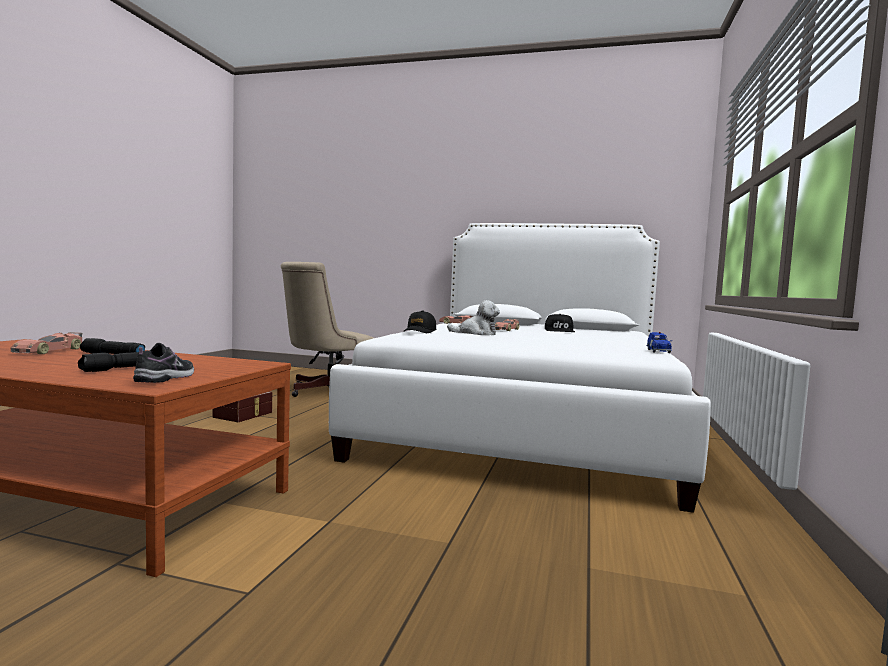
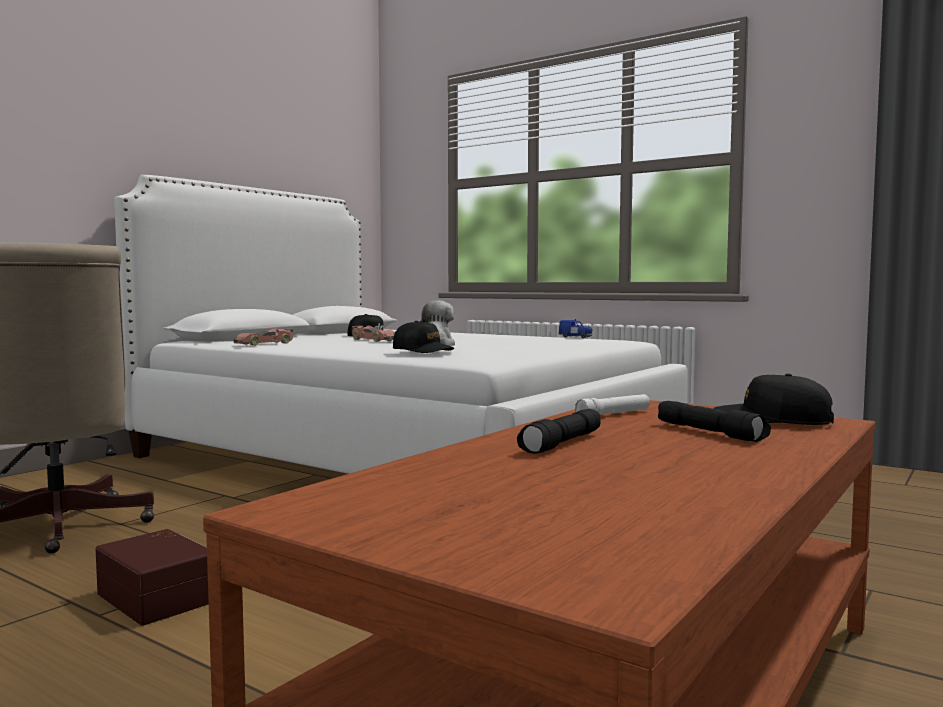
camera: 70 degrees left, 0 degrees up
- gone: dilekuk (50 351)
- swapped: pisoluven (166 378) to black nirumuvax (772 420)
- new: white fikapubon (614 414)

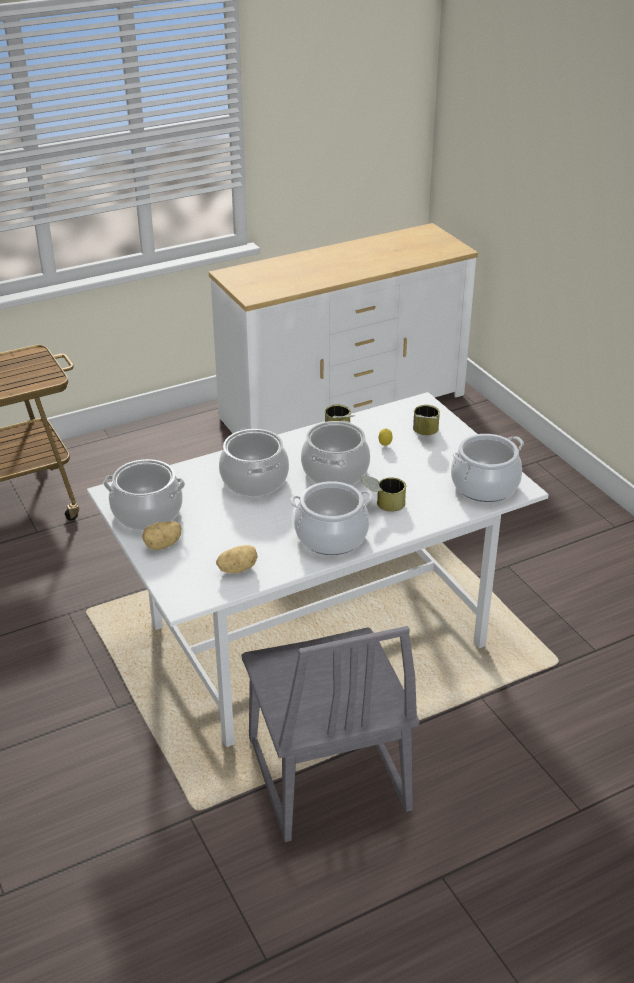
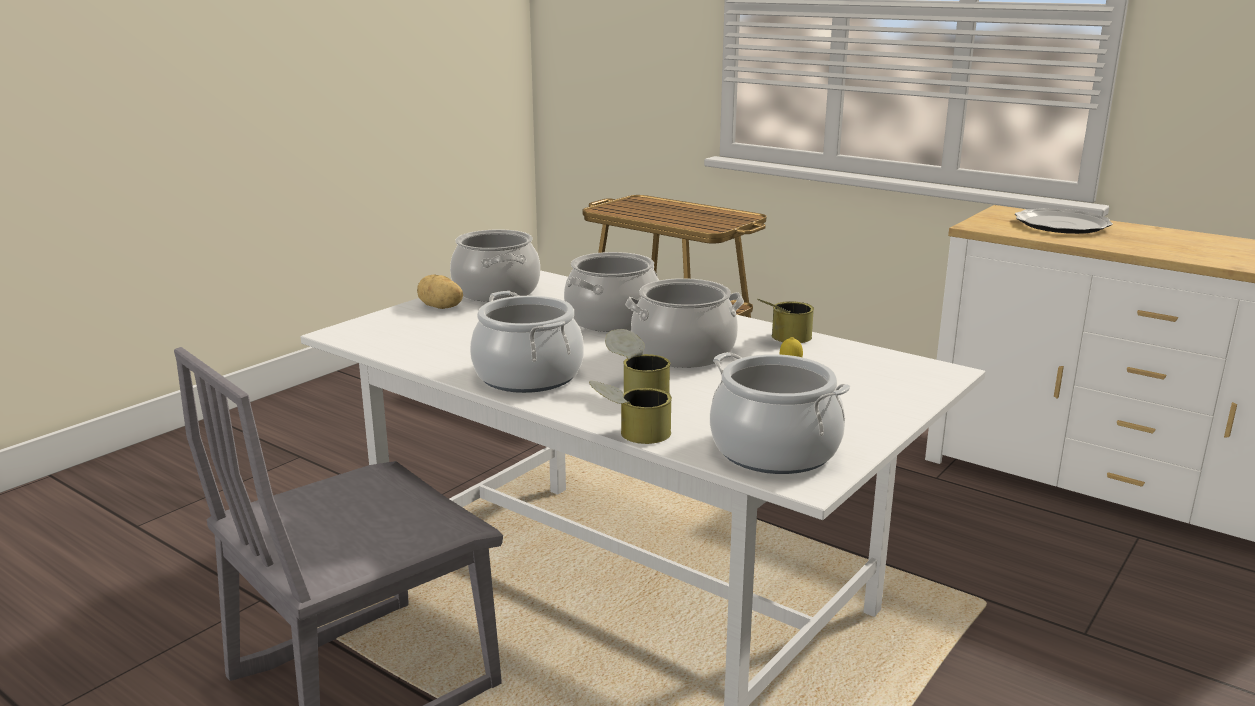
camera: 65 degrees right, 15 degrees down
- gone: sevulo (237 569)
- shifted: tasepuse (425 432) to (630 435)
- new: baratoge (1062 225)

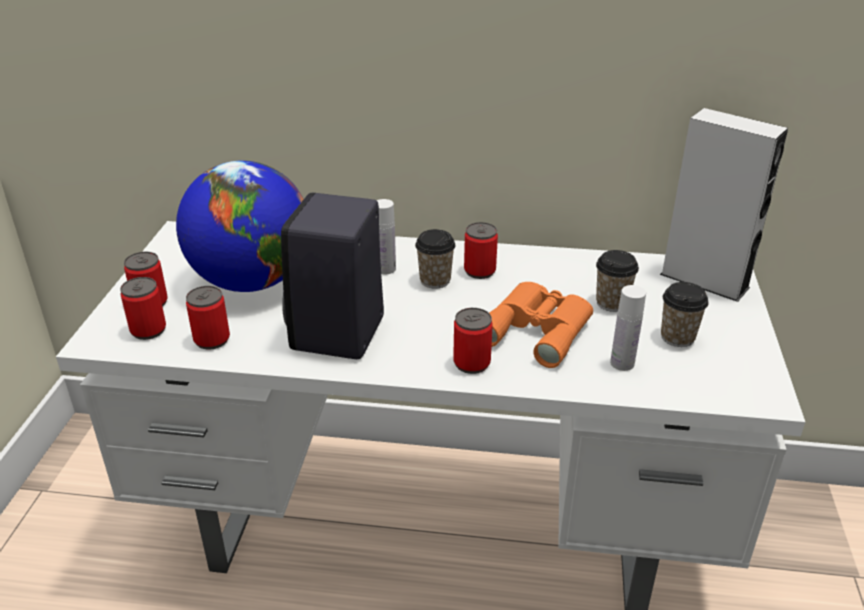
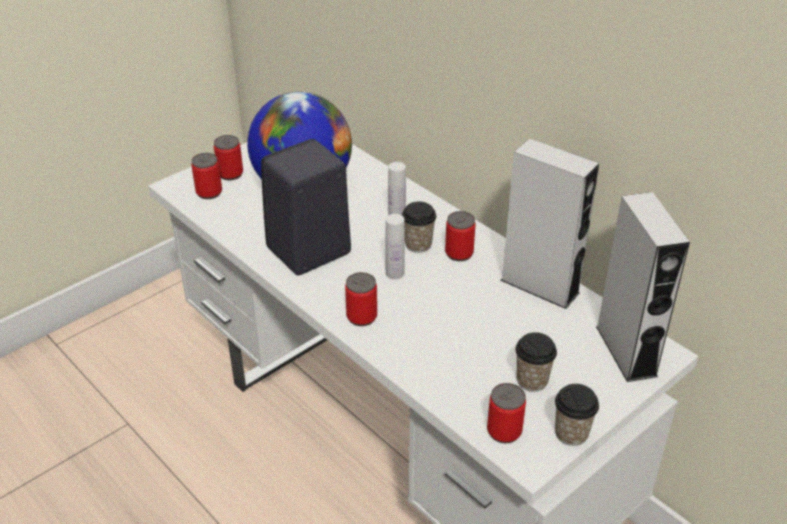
camera: 40 degrees right, 5 degrees up
- shifted: tasepuse (212 340) to (504 431)
- gone: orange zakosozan (538 329)
- shifted: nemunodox (612 303) to (571 433)
- shifted: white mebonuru (622 363) to (395 273)
- new: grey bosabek (539 286)

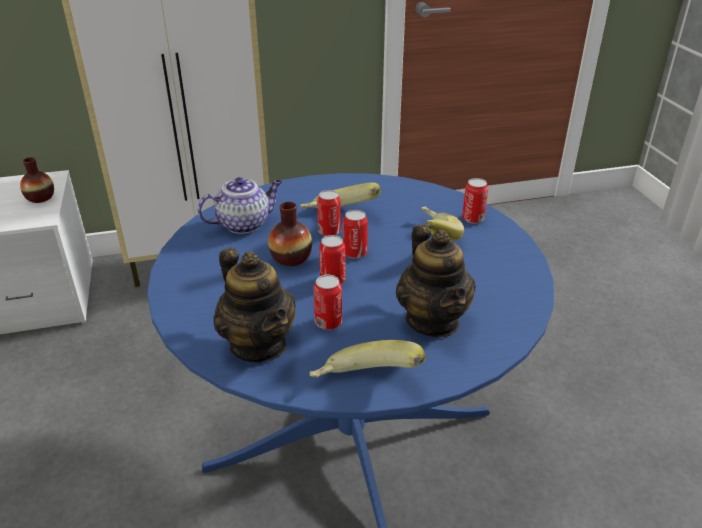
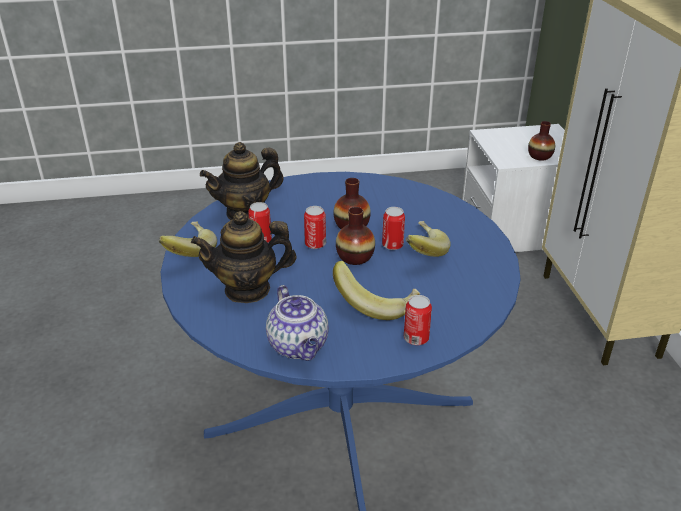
camera: 95 degrees right, 0 degrees up
- shifted: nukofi (244 224) to (299 346)
- swapped: tasepuse (355 253) to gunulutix (355 257)

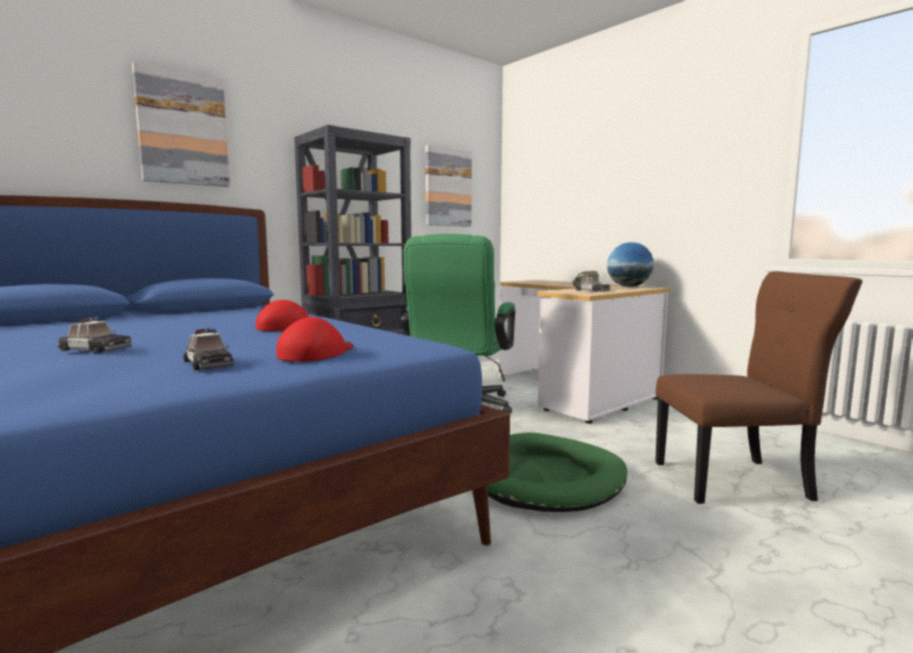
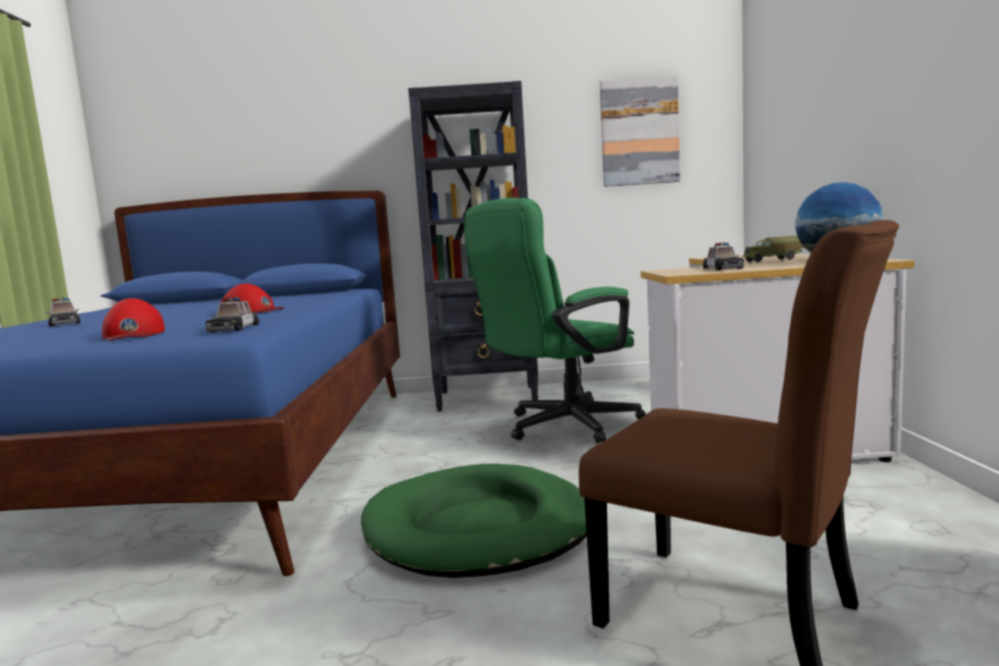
camera: 40 degrees right, 0 degrees up
- gone: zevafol (183 129)
- shifted: dilekuk (208 364) to (233 328)
- rotated: red nirumuvax (317 353) = (134 334) 90 degrees clockwise

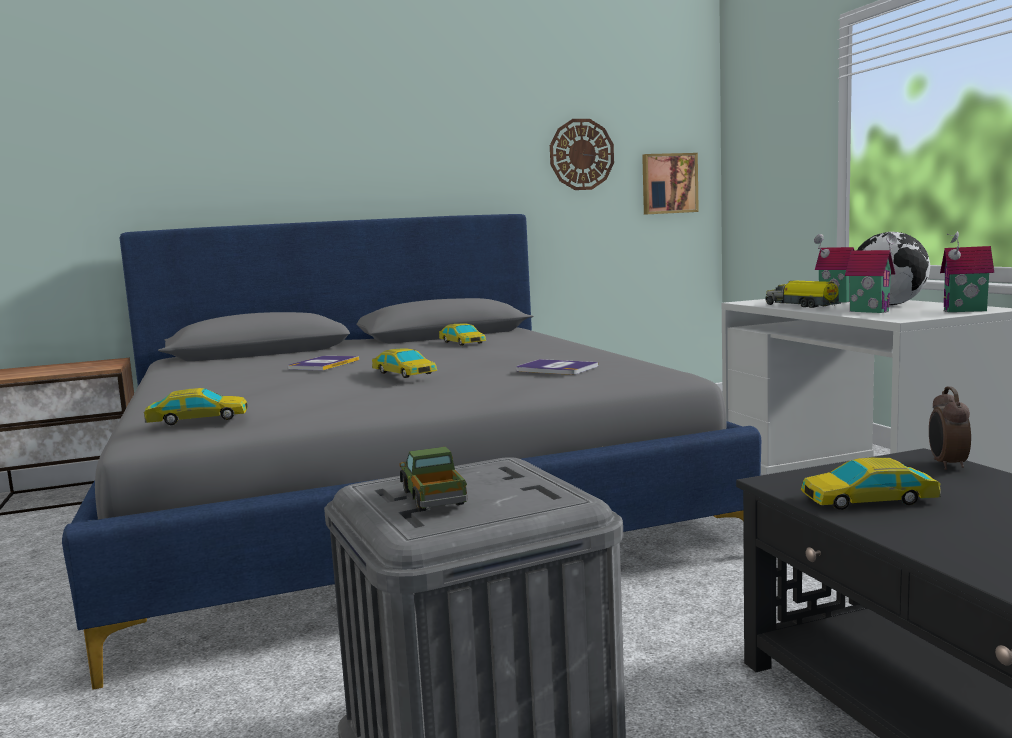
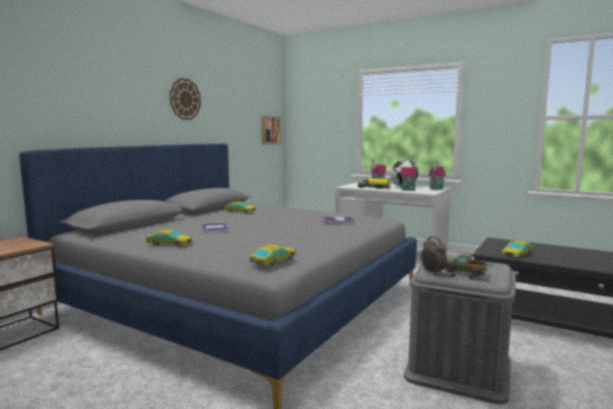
camera: 40 degrees left, 0 degrees up
- shifted: dilekuk (404 373) to (169 243)
- shifted: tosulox (581 154) to (185 99)
- shifted: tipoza (947 465) to (432 273)

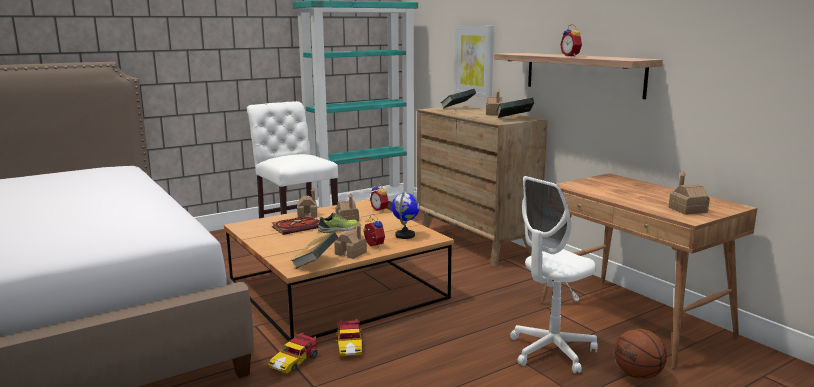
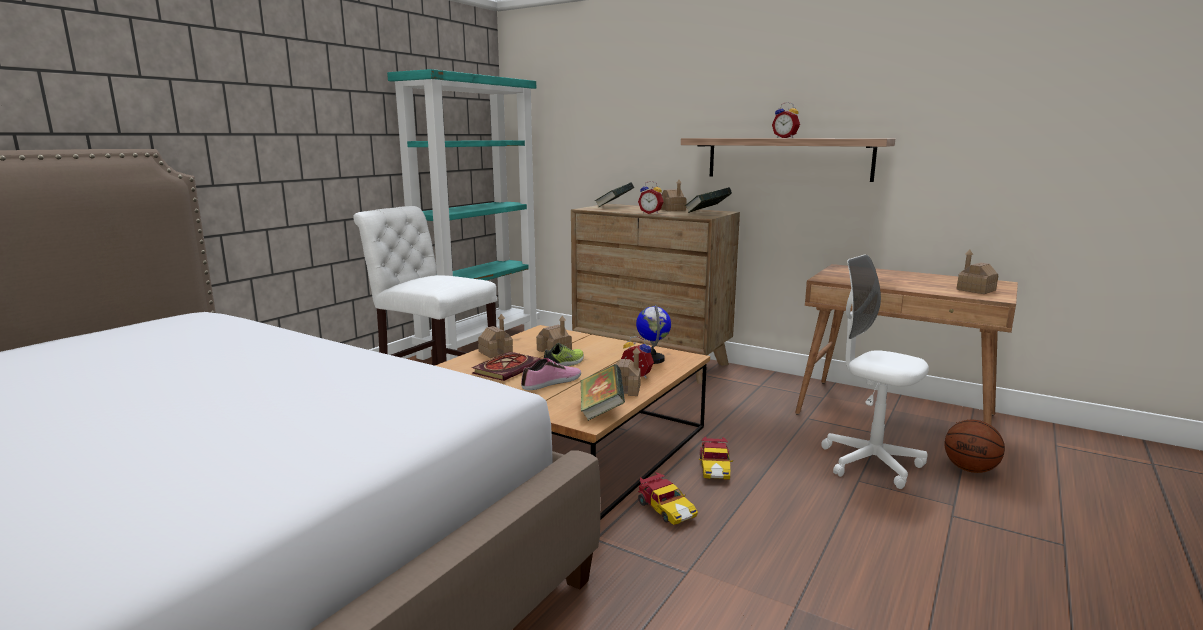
camera: 25 degrees left, 0 degrees up
- shifted: dilekuk (294 361) to (715 468)
- shifted: tipoza (380 209) to (651 213)
- gone: zevafol (474 60)
- rotated: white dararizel (551 351) = (870 463) 105 degrees clockwise
- new: pisoluven (552 382)

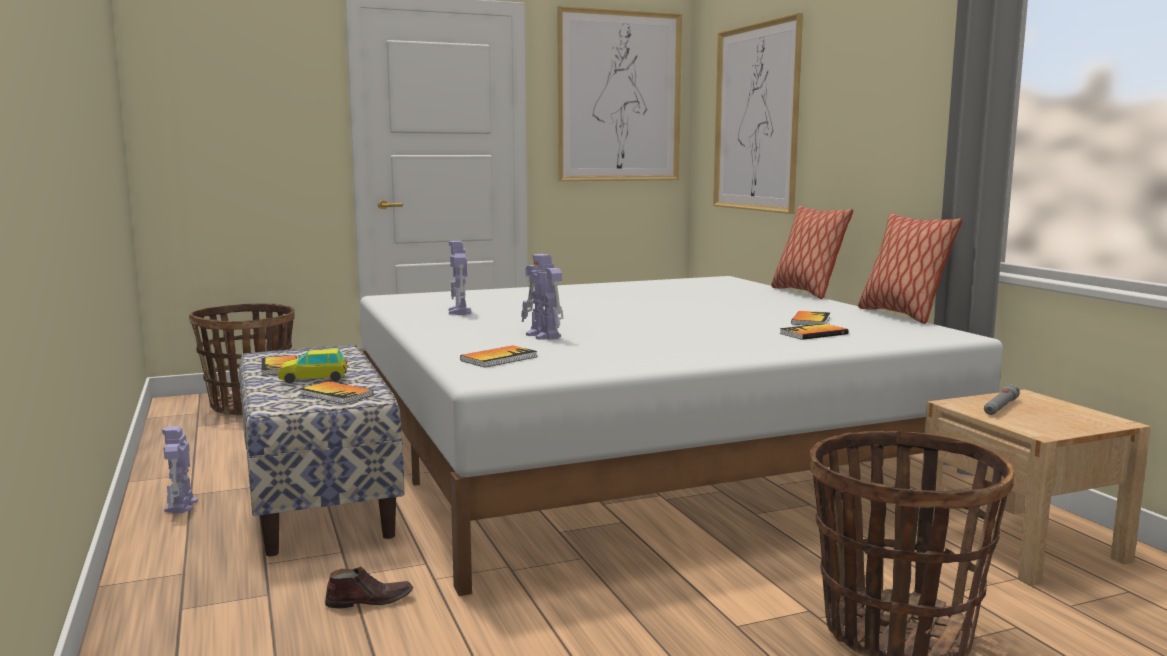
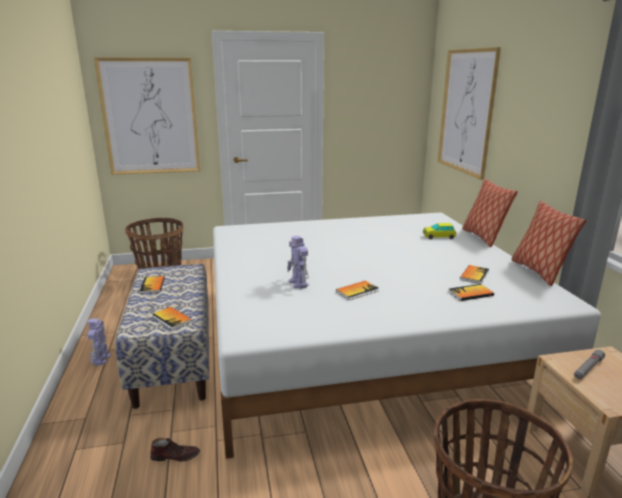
camera: 10 degrees right, 10 degrees up
- shifted: dilekuk (313 379) to (438 236)
- gone: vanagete (459 312)
- shifted: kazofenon (499 358) to (357 291)
- shifted: zevafol (619 97) to (150 117)

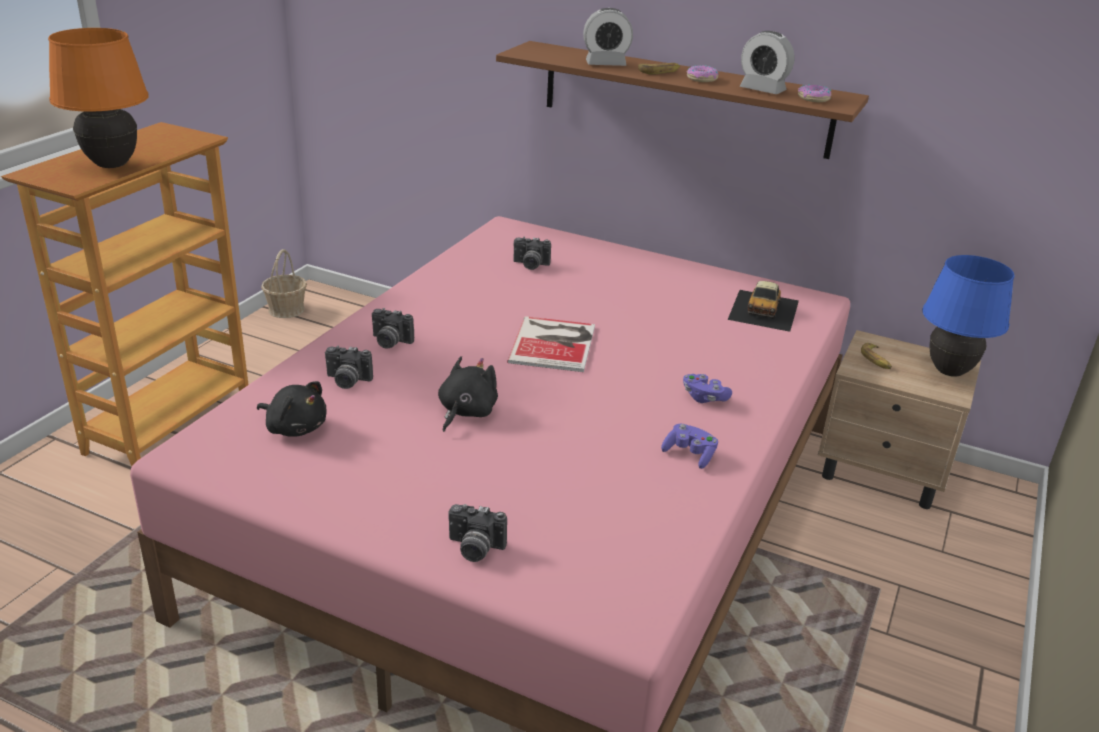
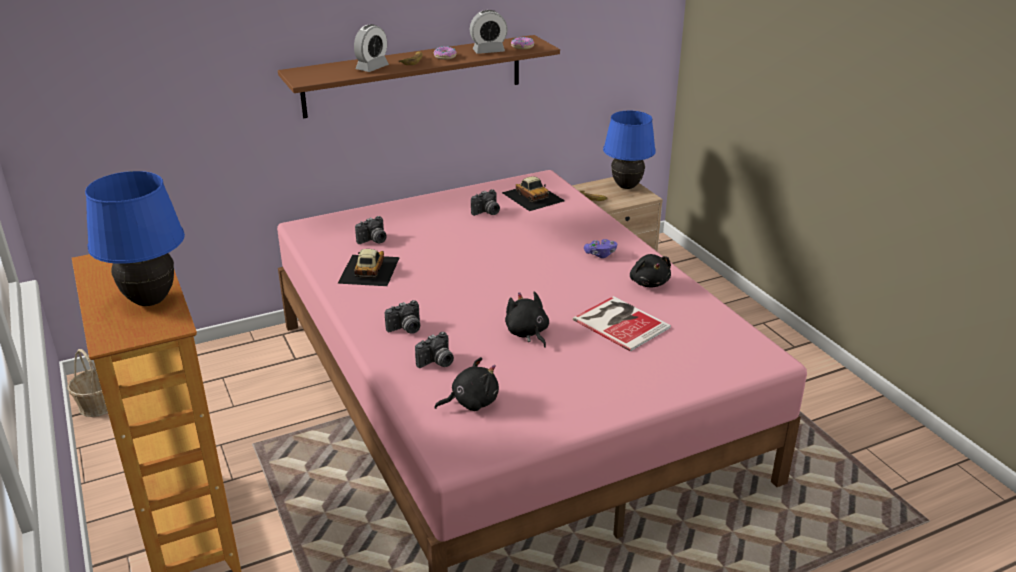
camera: 50 degrees left, 0 degrees up
- repainted: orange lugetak (112 165) to blue lugetak (151 301)
- shifted: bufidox (474 549) to (487 213)
- shifted: kazofenon (555 343) to (620 322)
- swapped: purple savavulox (689 454) to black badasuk (649 282)
- new: dilekuk (368 270)

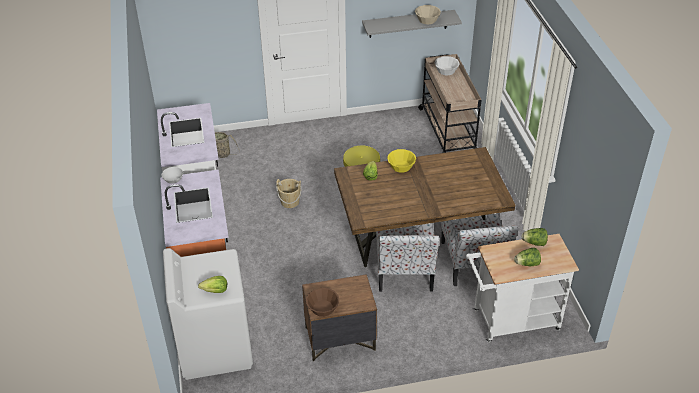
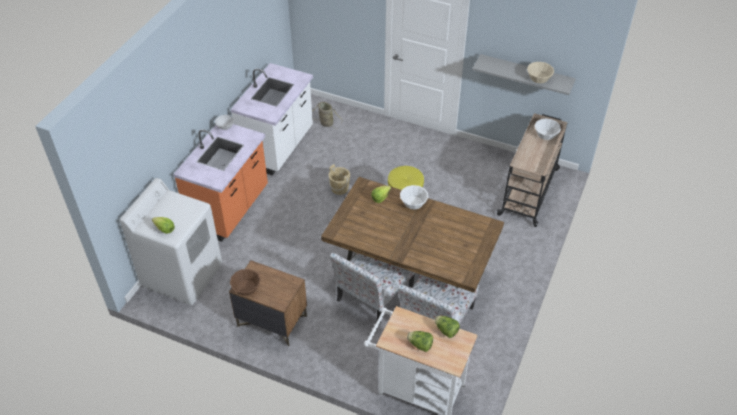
camera: 35 degrees right, 5 degrees up
- repainted: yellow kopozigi (401 166) to white kopozigi (413 202)

